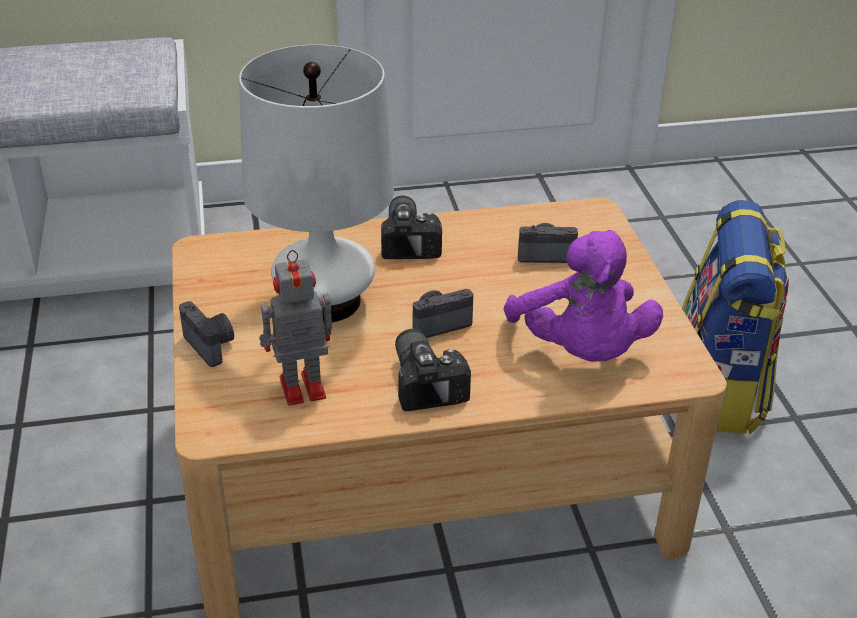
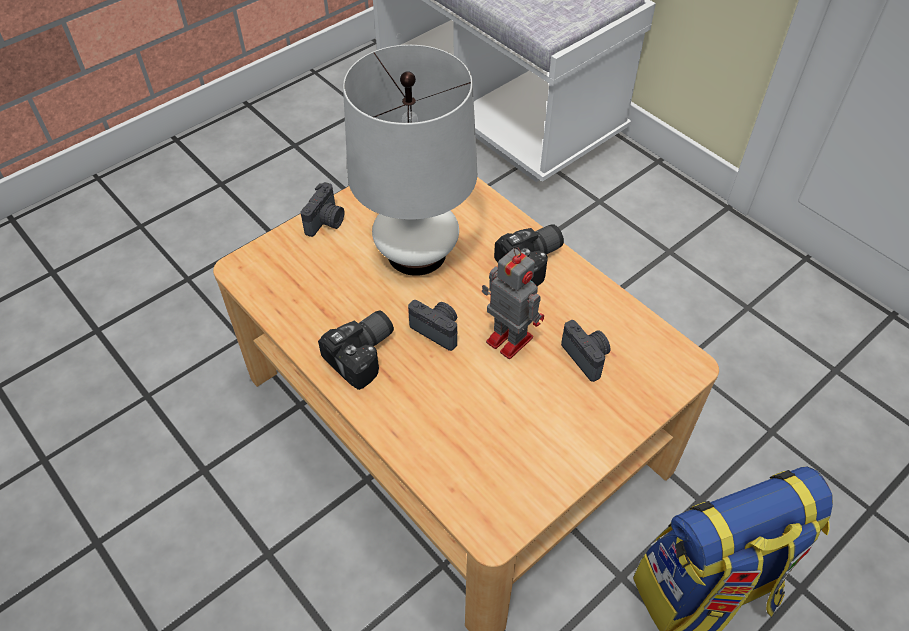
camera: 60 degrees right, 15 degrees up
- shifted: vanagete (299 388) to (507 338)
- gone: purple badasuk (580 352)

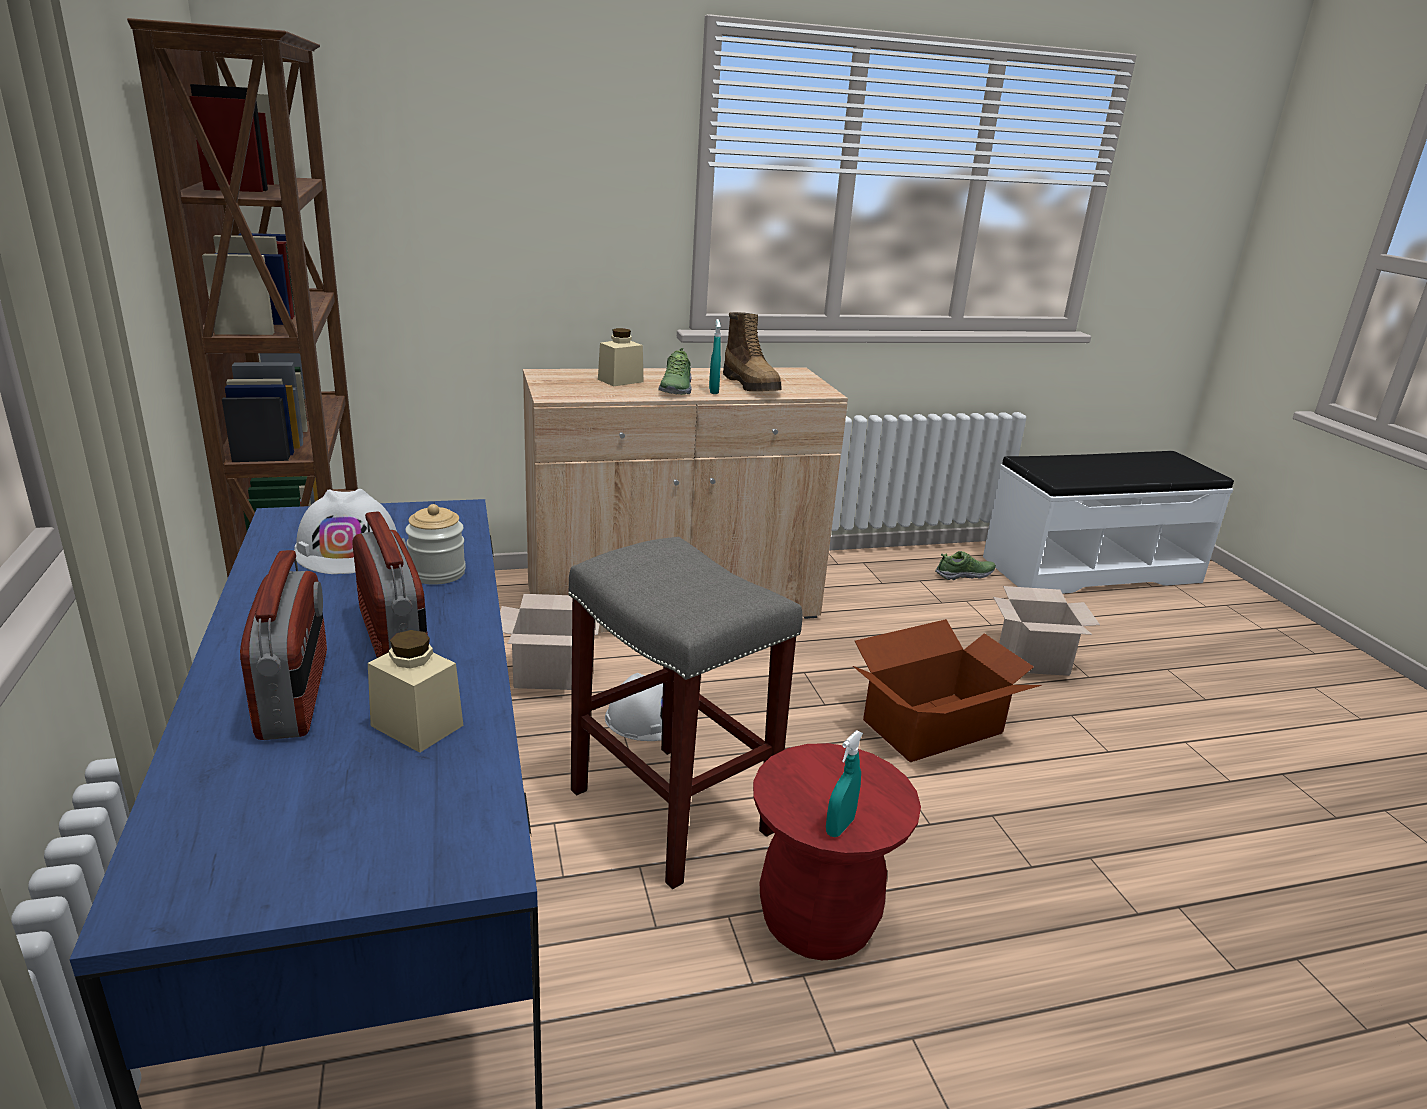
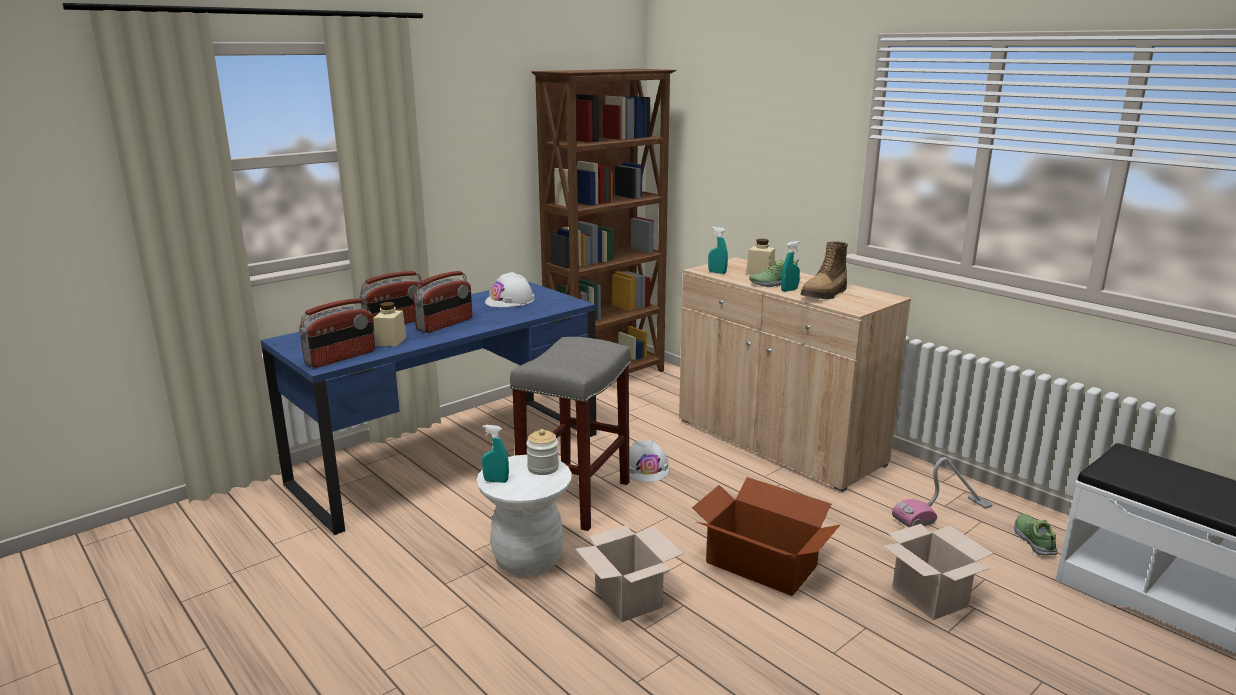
camera: 65 degrees right, 5 degrees down
- shifted: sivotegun (437 573) to (543 468)
- shifted: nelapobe (551 674) to (630 599)
- repainted: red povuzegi (817 922) to white povuzegi (528 560)
- rotated: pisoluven (964 575) = (1034 540) 135 degrees counterclockwise
- new: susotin (341 358)
- new: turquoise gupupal (717 272)
- new: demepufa (942 513)

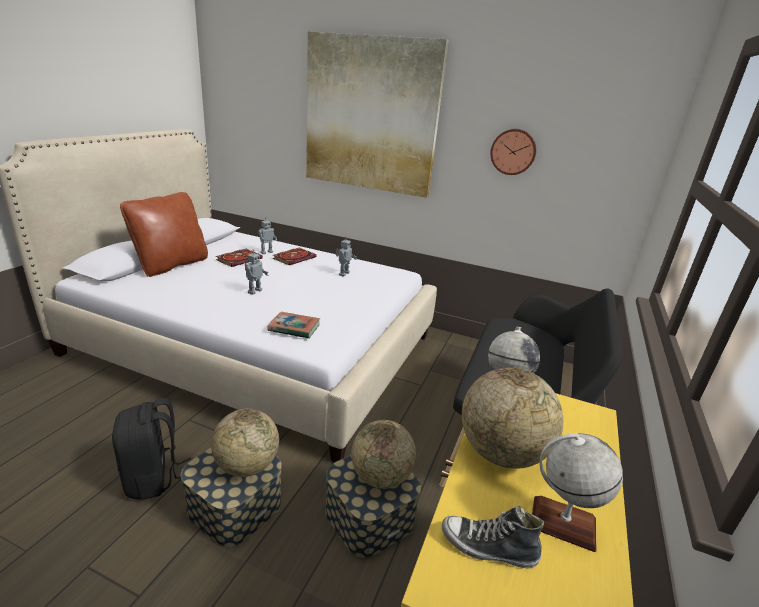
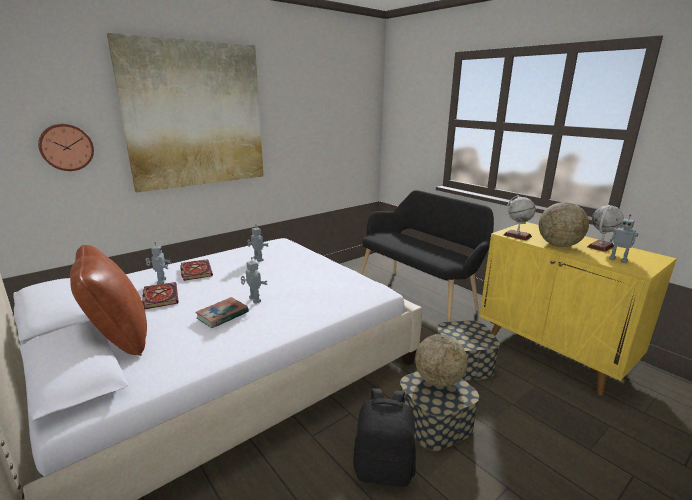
camera: 60 degrees left, 5 degrees down
- shifted: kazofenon (294 328) to (222 315)
- gone: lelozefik (381 477)
- swapped: pisoluven (488 547) to vanagete (618 260)
- shifted: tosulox (513 151) to (66 147)

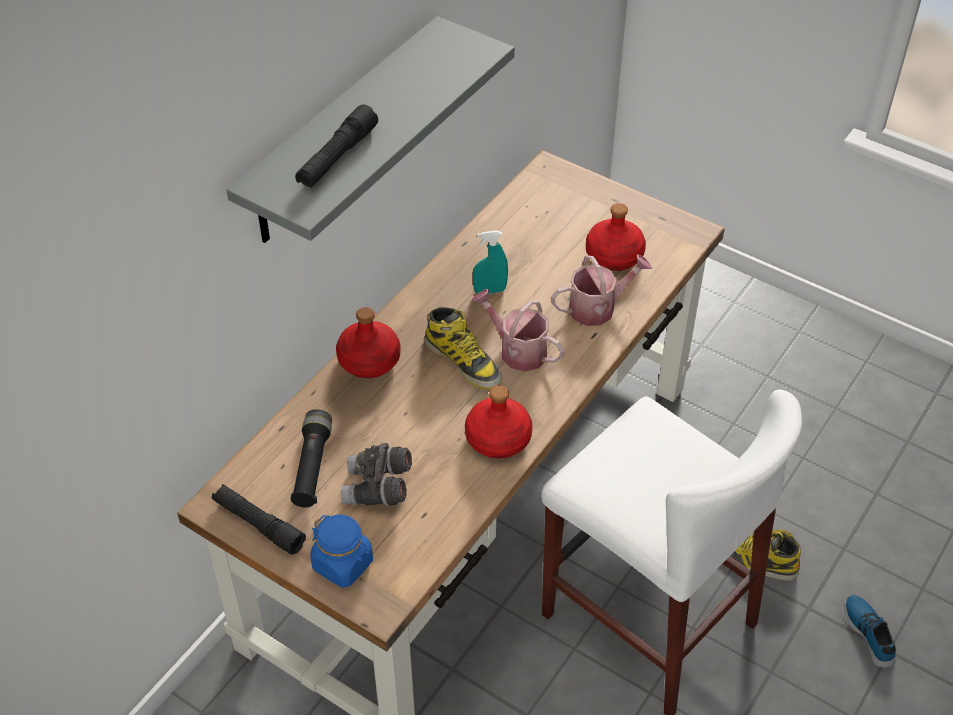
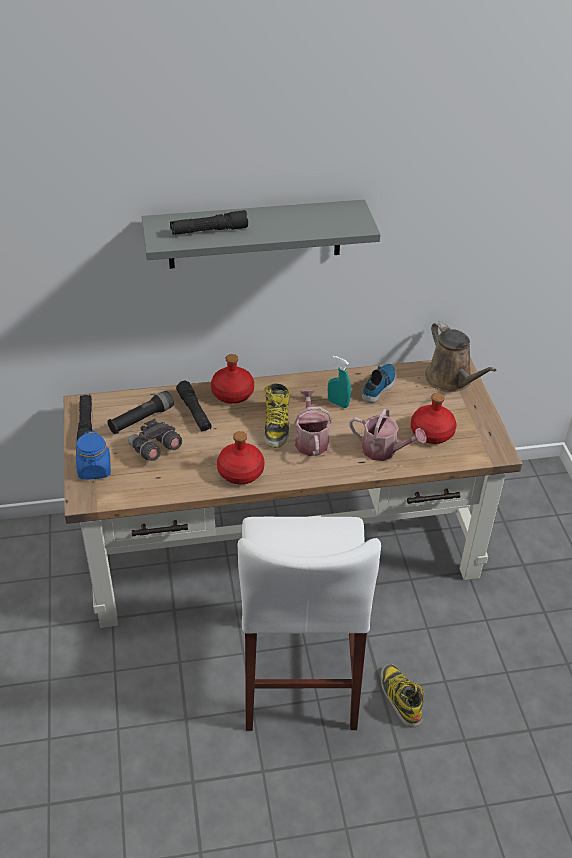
camera: 45 degrees right, 5 degrees down
- shifted: pisoluven (870 633) to (379 386)
- new: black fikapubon (194 412)
- new: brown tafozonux (451 380)

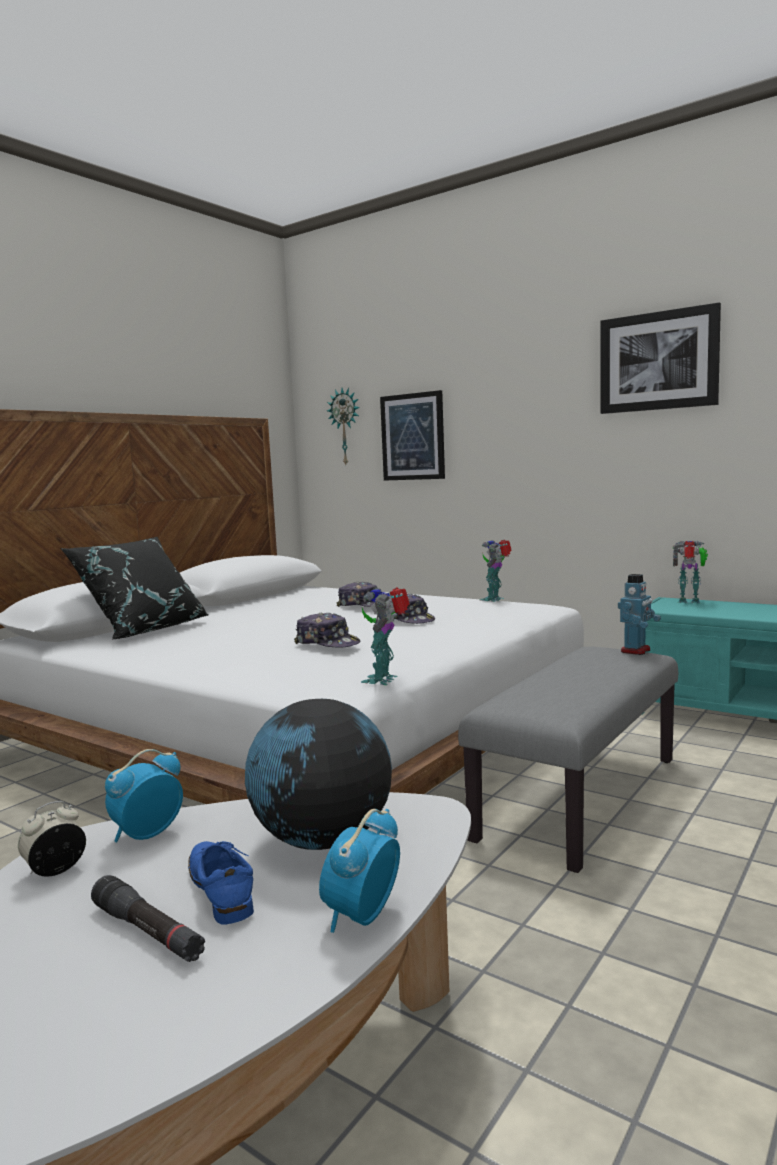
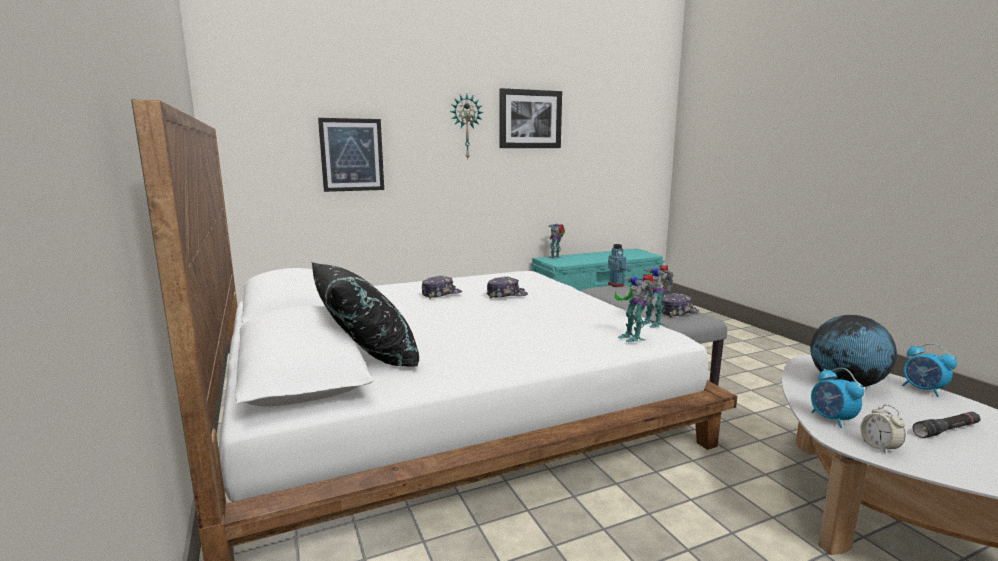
camera: 60 degrees left, 5 degrees up
- gone: blue pisoluven (221 889)
- shifted: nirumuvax (327 643) to (677 312)
- shifted: tosulox (346 426) to (466 127)
- shifted: vanagete (494 599) to (632 337)

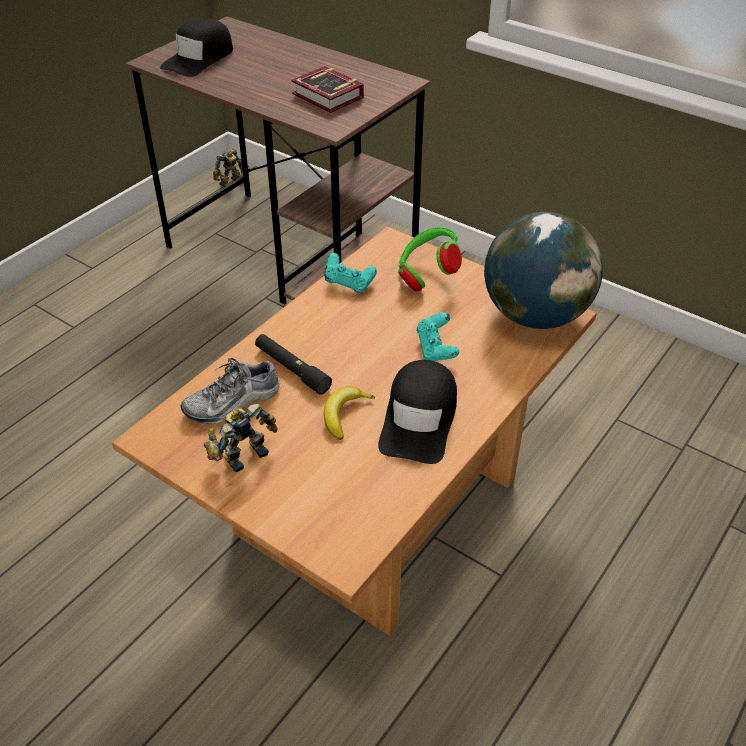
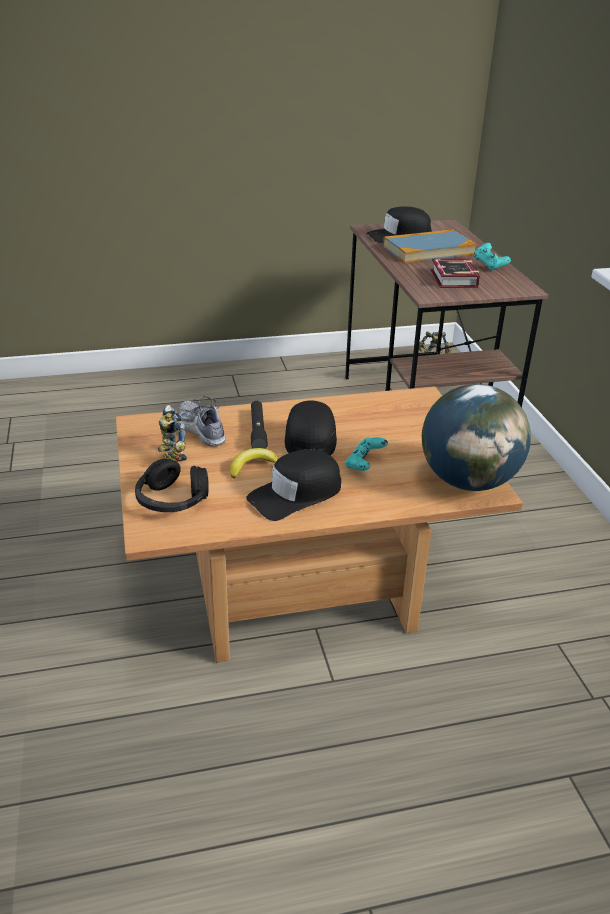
camera: 40 degrees right, 10 degrees down
- rotated: pisoluven (233 403) = (201 430) 45 degrees clockwise
- rotated: vanagete (242 454) = (170 455) 120 degrees counterclockwise
- shifted: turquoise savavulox (349 284) to (489 266)
- gone: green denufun (427 276)
- new: black denufun (172 500)
- new: black nirumuvax (310 437)
- new: kazofenon (428 250)

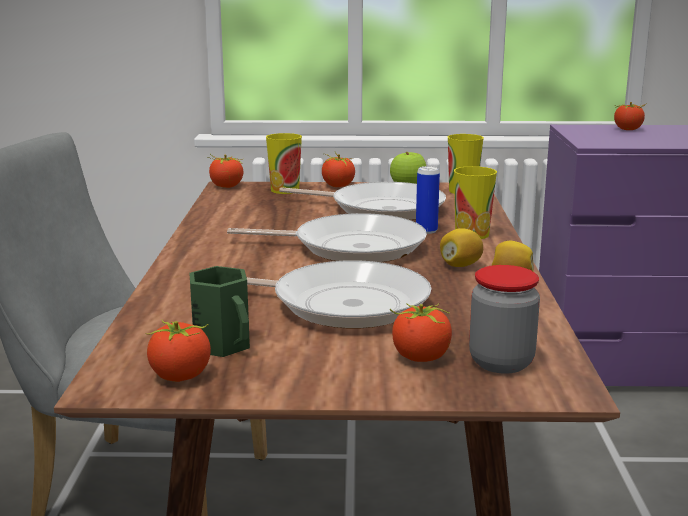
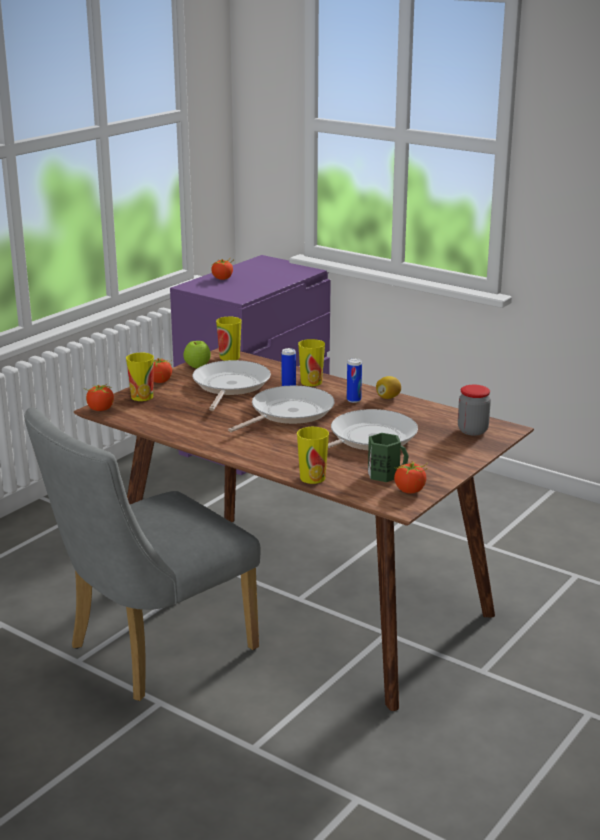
camera: 55 degrees left, 5 degrees up
- rotated: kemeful (381 209) = (229 386) 45 degrees counterclockwise
- gone: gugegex (420 358)
- swapped: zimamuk (460 265) to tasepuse (353 400)
- new: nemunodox (312 478)

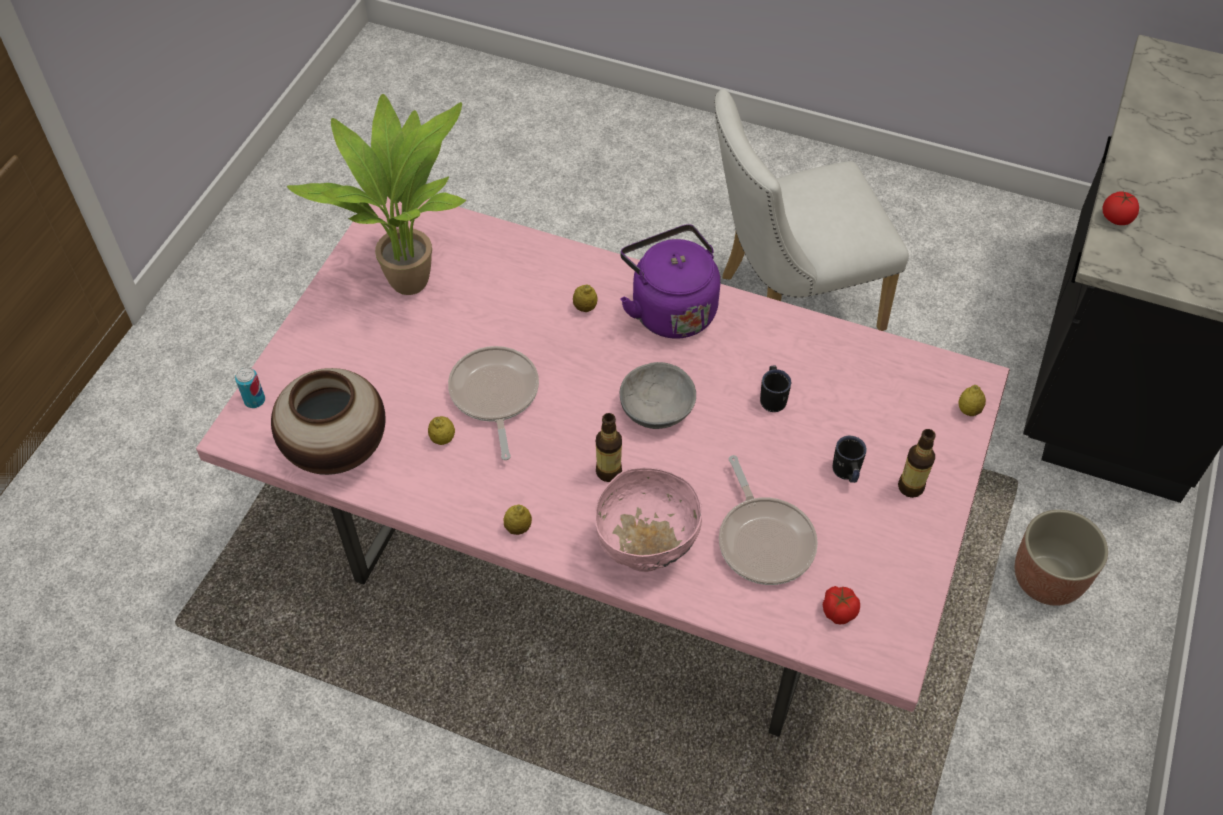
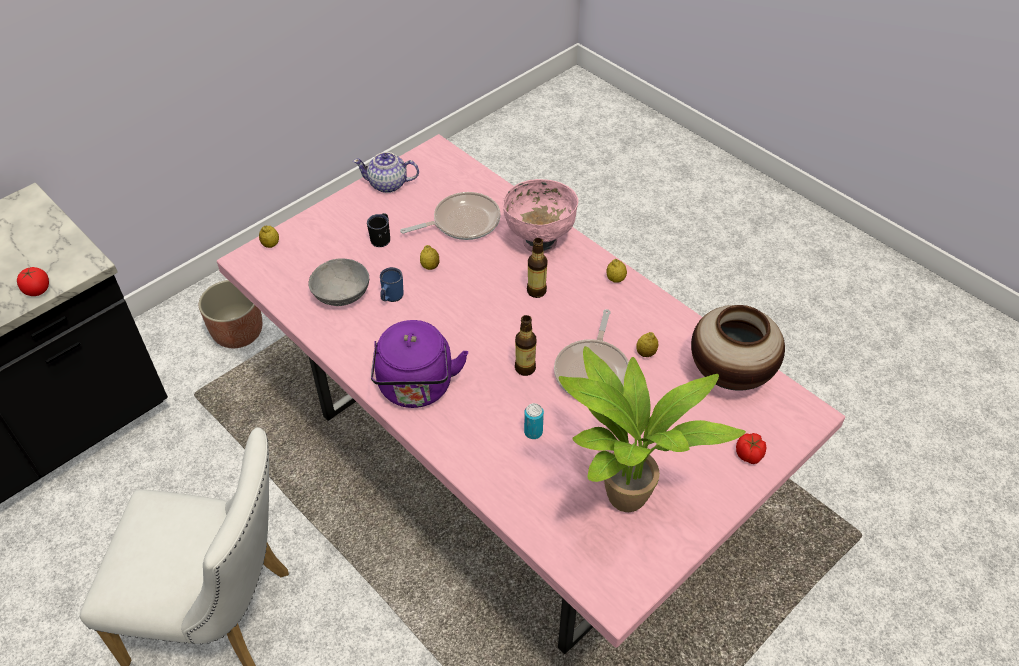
camera: 155 degrees left, 5 degrees down
- shifted: tasepuse (254 400) to (533 432)
- shifted: zimamuk (585 307) to (430 266)
- shifted: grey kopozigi (656 409) to (342 294)
- rotated: kemeful (764 540) = (462 222) 60 degrees clockwise
- repainted: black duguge (773 397) to blue duguge (391 297)
- shifted: gugegex (838 611) to (749 455)
- shifted: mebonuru (910 487) to (525 368)
- new: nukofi (388 184)

